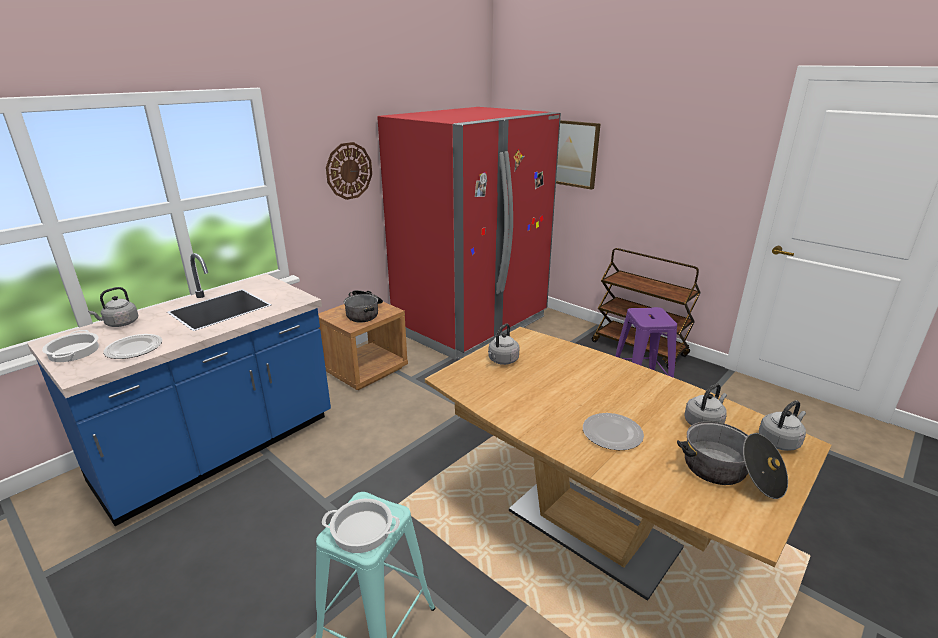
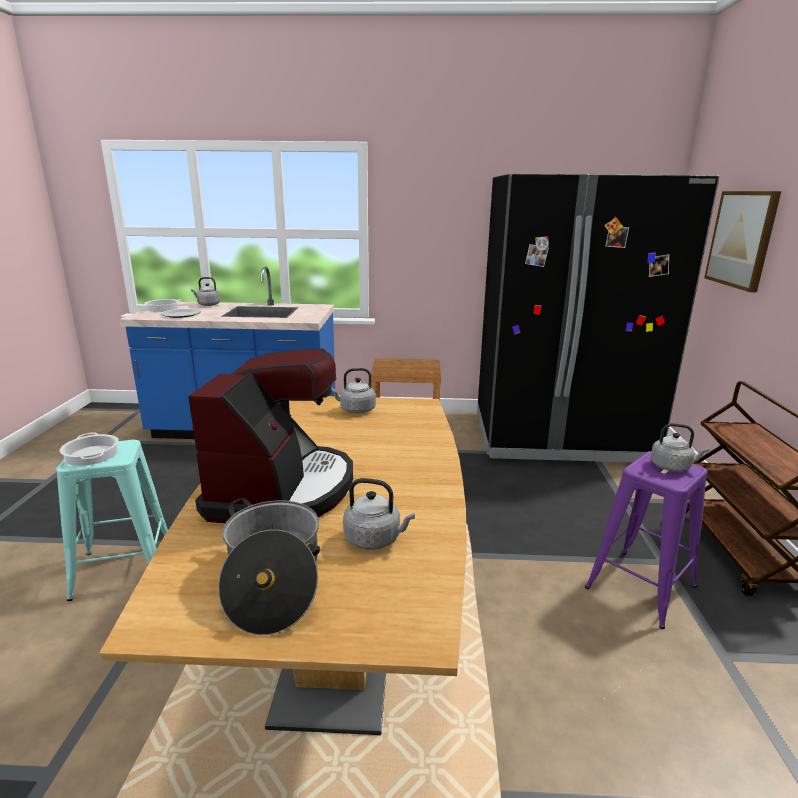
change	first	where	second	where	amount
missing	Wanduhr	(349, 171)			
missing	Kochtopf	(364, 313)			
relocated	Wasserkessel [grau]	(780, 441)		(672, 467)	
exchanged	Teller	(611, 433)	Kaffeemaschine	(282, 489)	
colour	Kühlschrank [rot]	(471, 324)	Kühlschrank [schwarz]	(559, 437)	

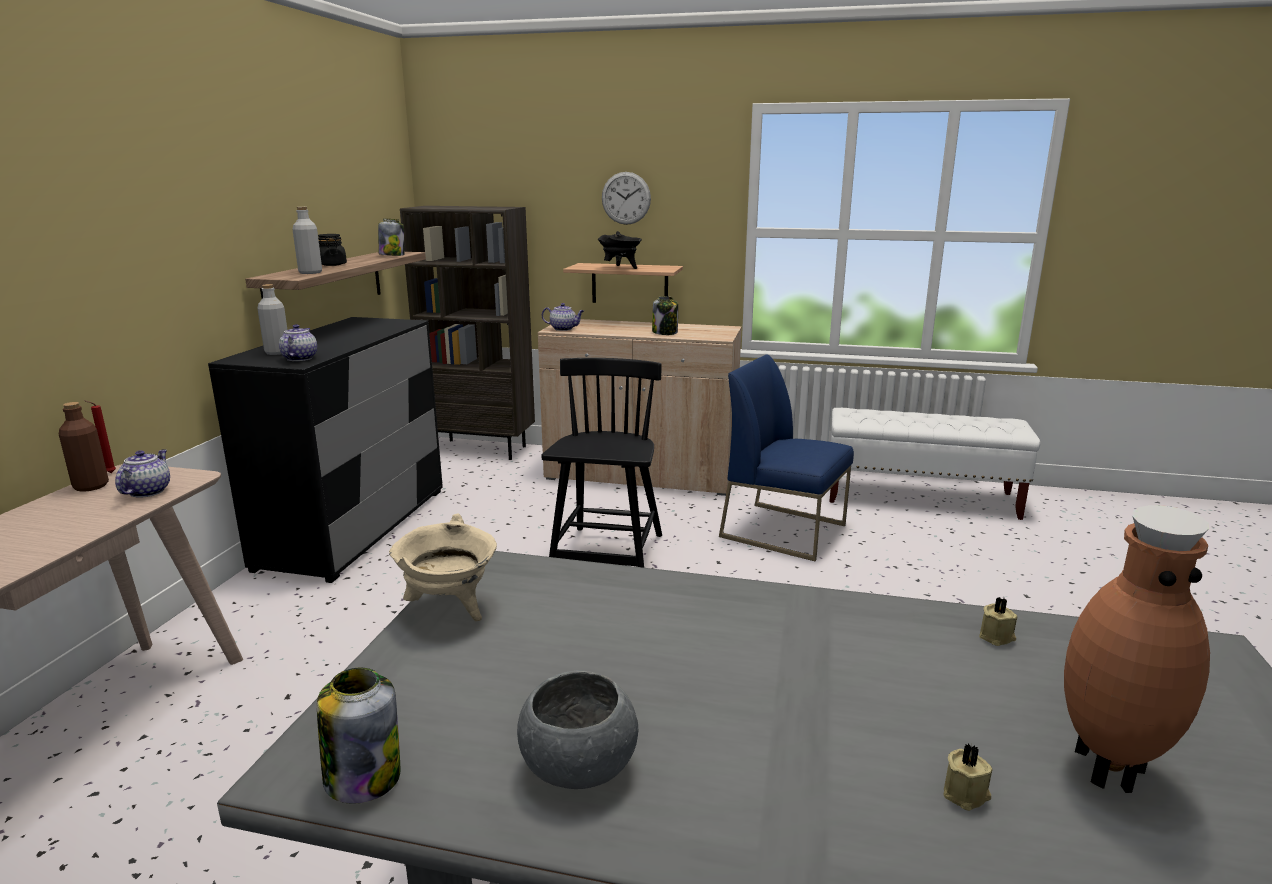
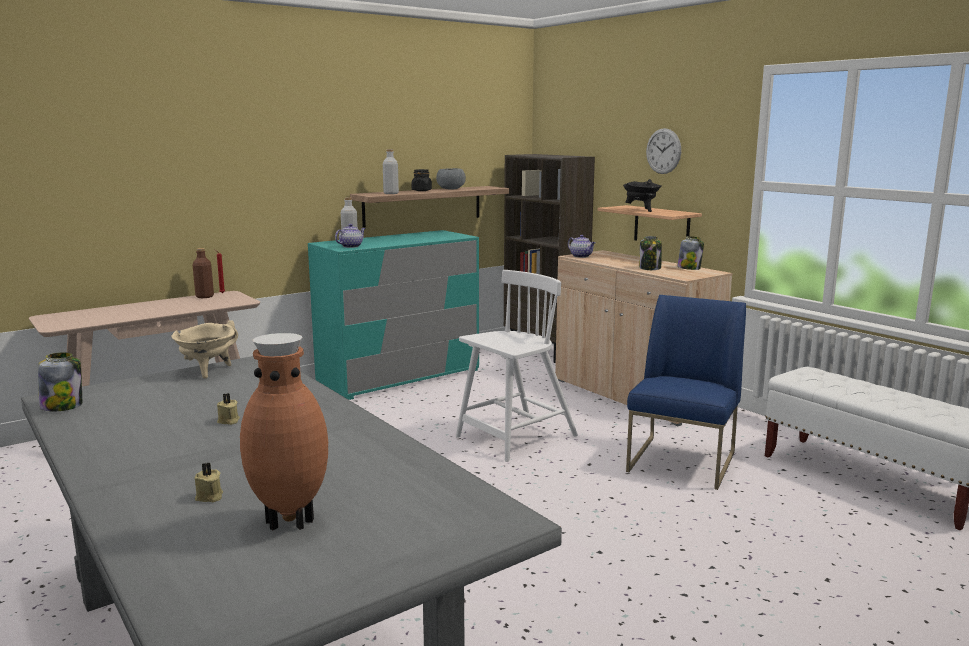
change	first	where	second	where	amount
missing	Teekanne	(148, 491)			
relocated	Vorratsglas	(392, 255)		(689, 268)	
relocated	Schüssel [grau]	(578, 766)		(451, 189)	
relocated	Kerze [beige]	(997, 637)		(228, 421)	
colour	Kommode [schwarz]	(355, 527)	Kommode [türkis]	(399, 377)	
colour	Stuhl [schwarz]	(607, 558)	Stuhl [weiß]	(515, 437)	
spun	Stuhl [blau]	(784, 530)		(682, 462)	45 degrees clockwise

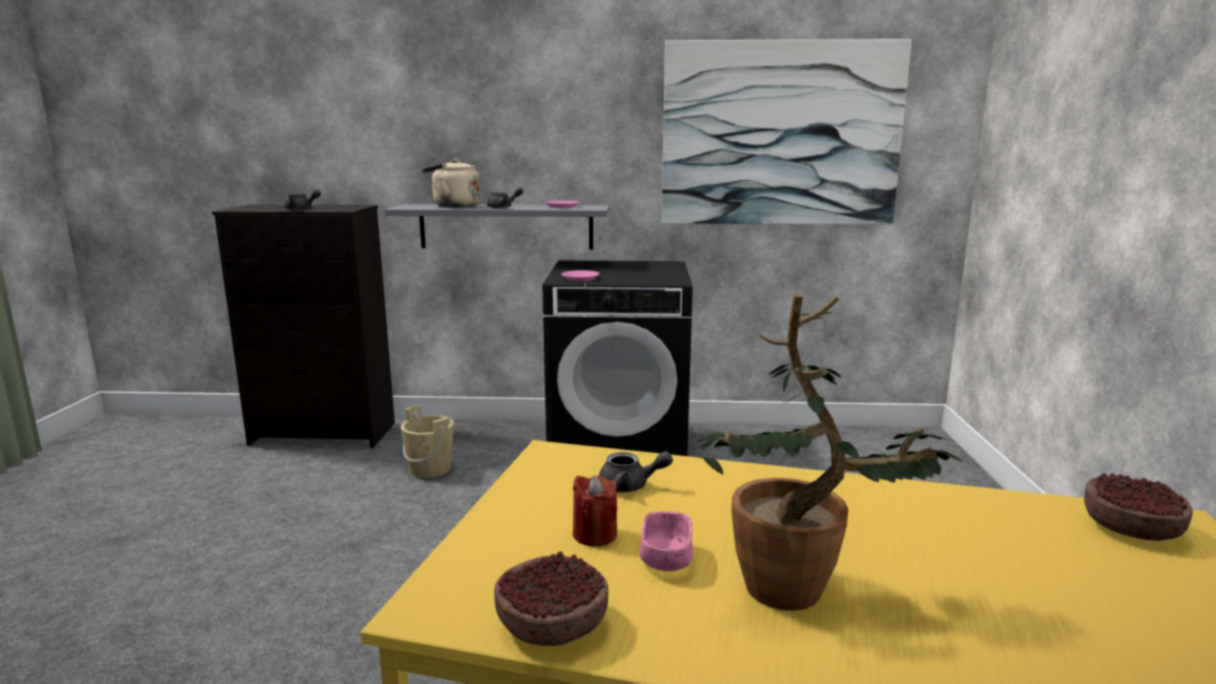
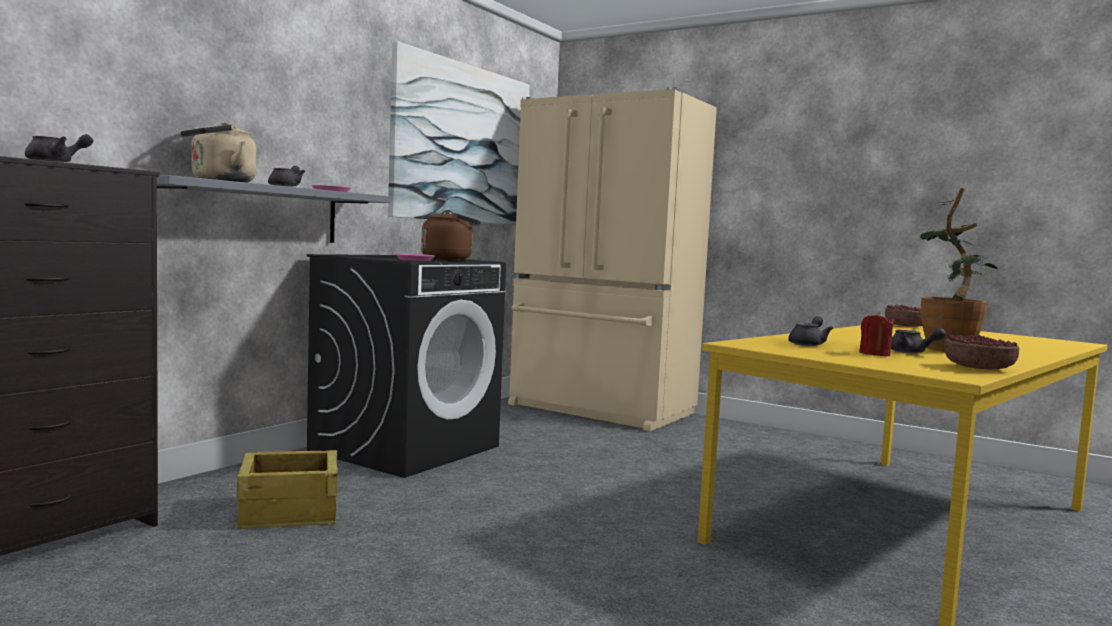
change	first	where	second	where	amount
appeared			Wasserkessel [braun]	(449, 259)	
appeared			Kühlschrank [beige]	(599, 410)	
exchanged	Eimer [beige]	(430, 469)	Kiste	(288, 512)	
exchanged	Schüssel [rosa]	(666, 559)	Teekanne [grau]	(911, 353)	

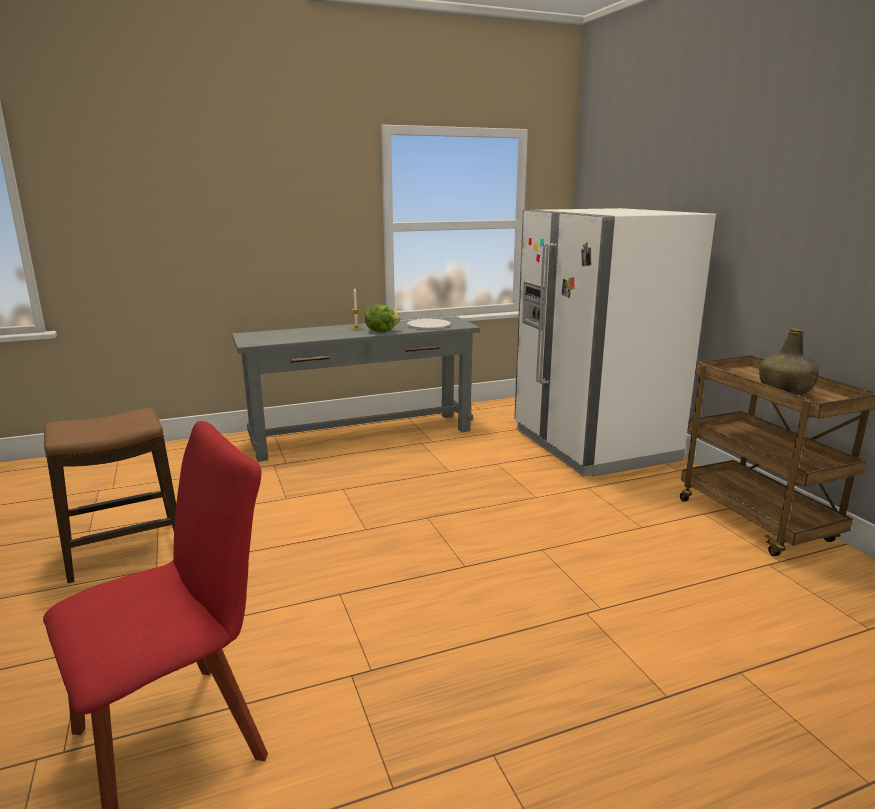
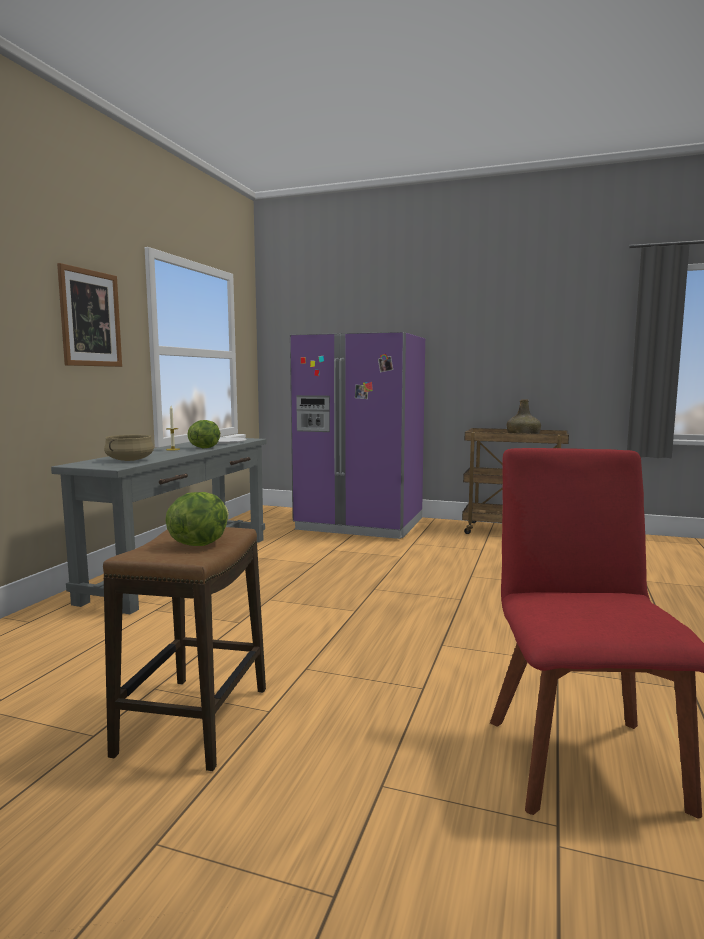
change	first	where	second	where	amount
appeared			Bild	(90, 318)	
appeared			Kochtopf [beige]	(130, 460)	
appeared			Salatkopf	(198, 543)	
colour	Kühlschrank [weiß]	(593, 445)	Kühlschrank [lila]	(360, 525)	

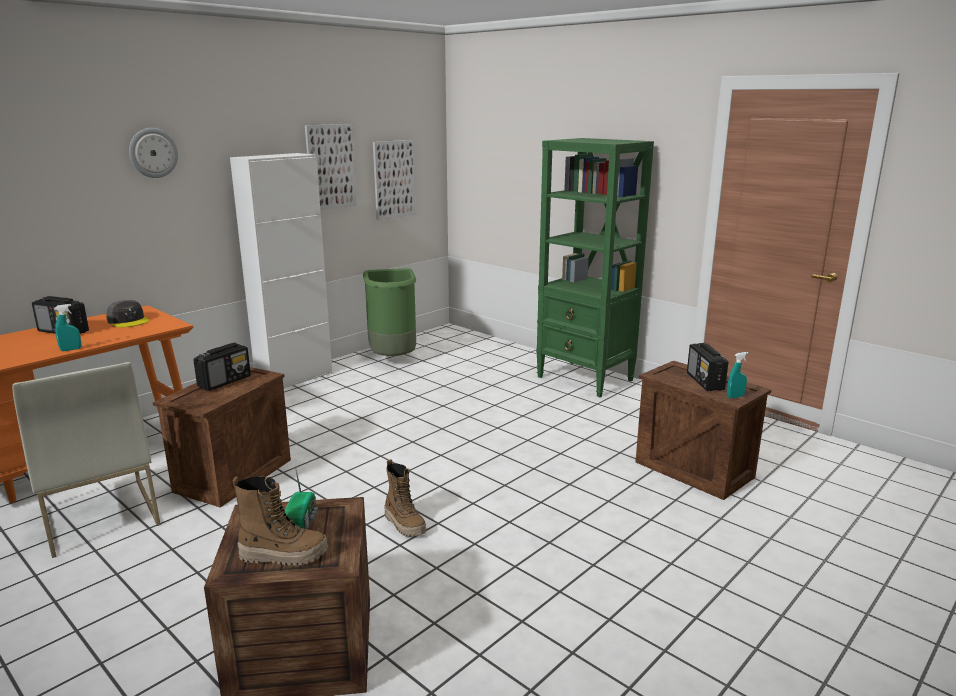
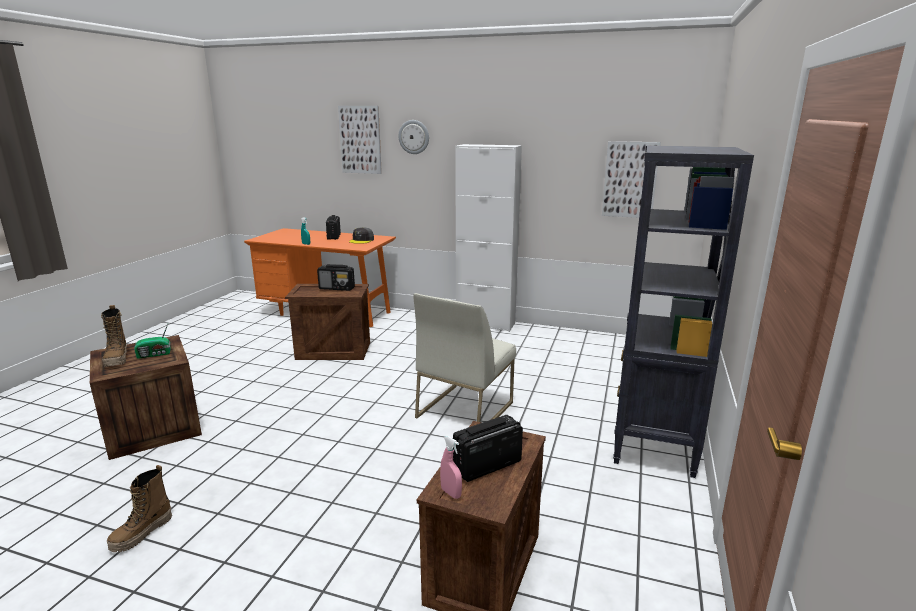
change	first	where	second	where	amount
missing	Mülleimer [grün]	(393, 358)			
relocated	Stuhl [weiß]	(98, 516)		(464, 409)	
relocated	Bild	(330, 166)		(360, 140)	
relocated	Stiefel	(405, 524)		(142, 533)	
colour	Bücherregal [grün]	(585, 379)	Bücherregal [schwarz]	(653, 444)	
colour	Sprühflasche [türkis]	(735, 397)	Sprühflasche [rosa]	(451, 493)	

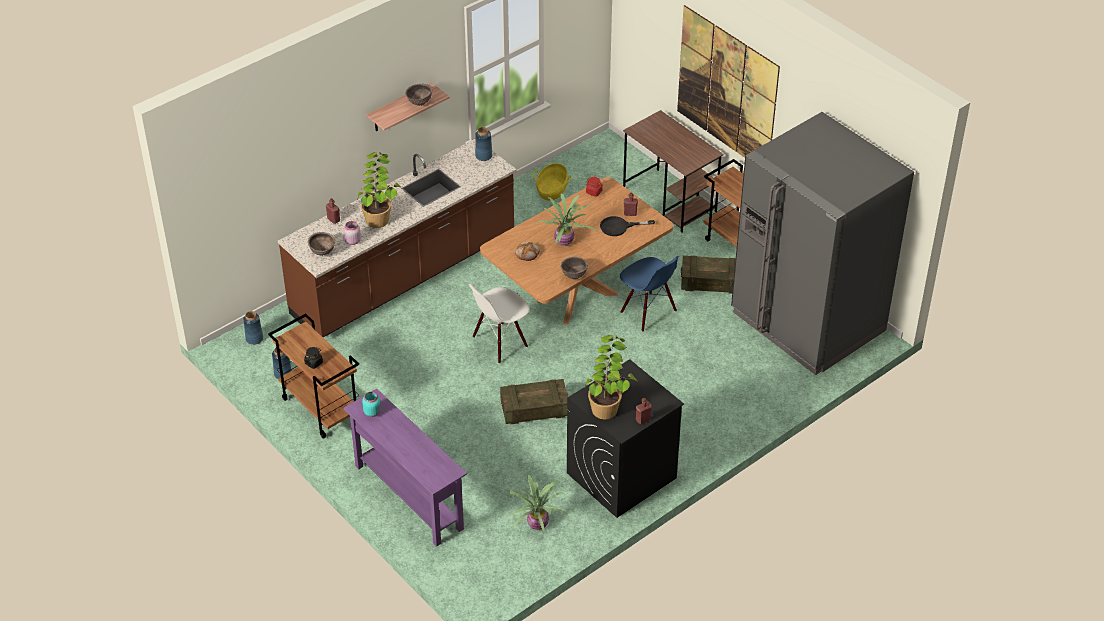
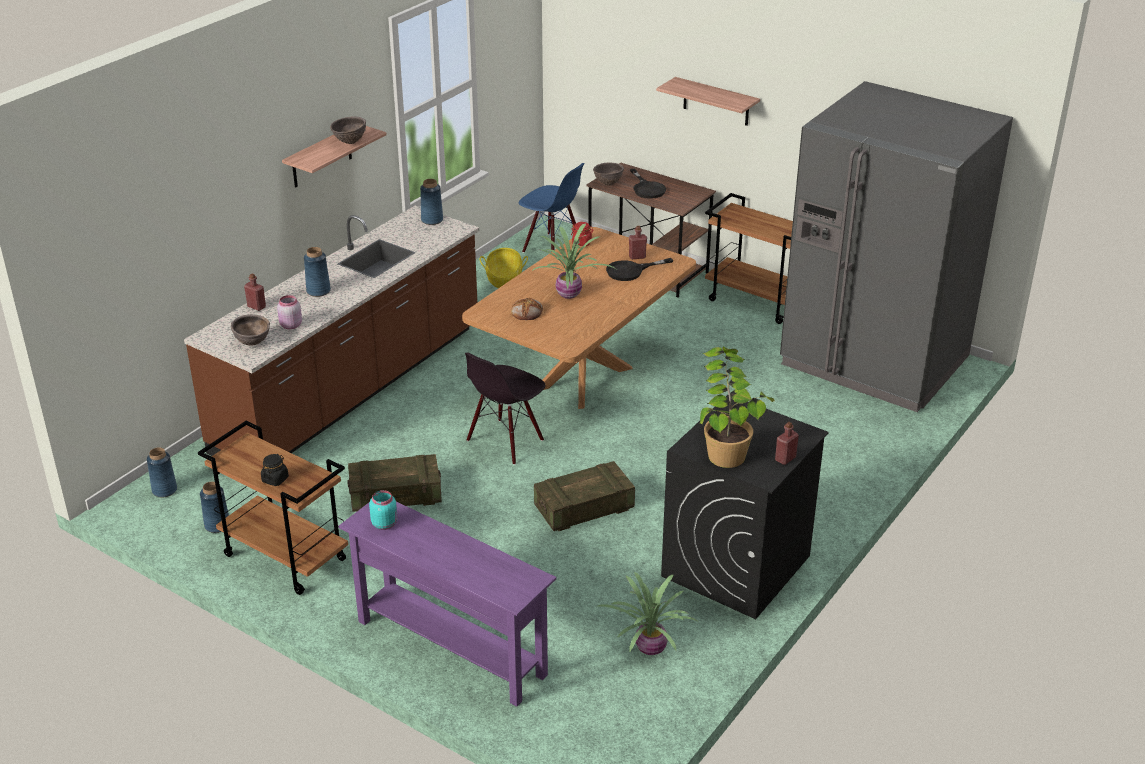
change	first	where	second	where	amount
appeared			Pfanne [schwarz]	(647, 188)	
relocated	Schüssel [braun]	(574, 276)		(608, 184)	
relocated	Stuhl [blau]	(648, 312)		(552, 248)	
relocated	Kiste	(711, 282)		(395, 496)	
exchanged	Topfpflanze	(380, 212)	Vase [blau]	(318, 291)	
exchanged	Bild	(726, 89)	Wandregal	(716, 102)	
colour	Stuhl [weiß]	(500, 342)	Stuhl [schwarz]	(505, 441)	

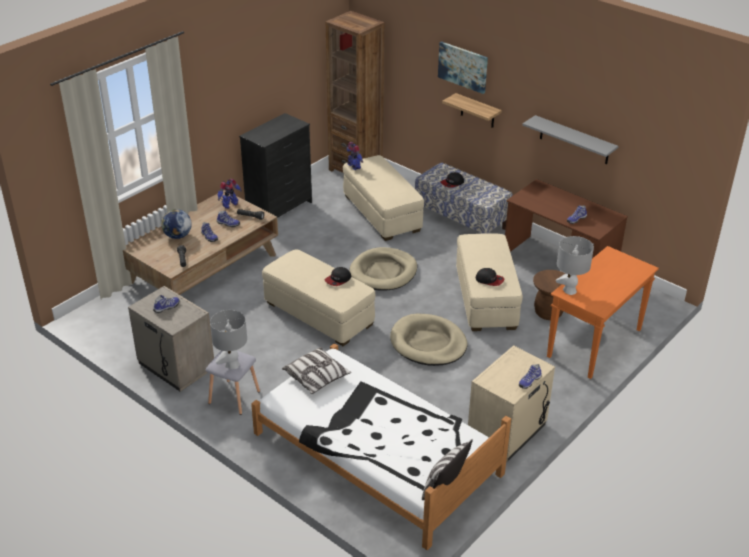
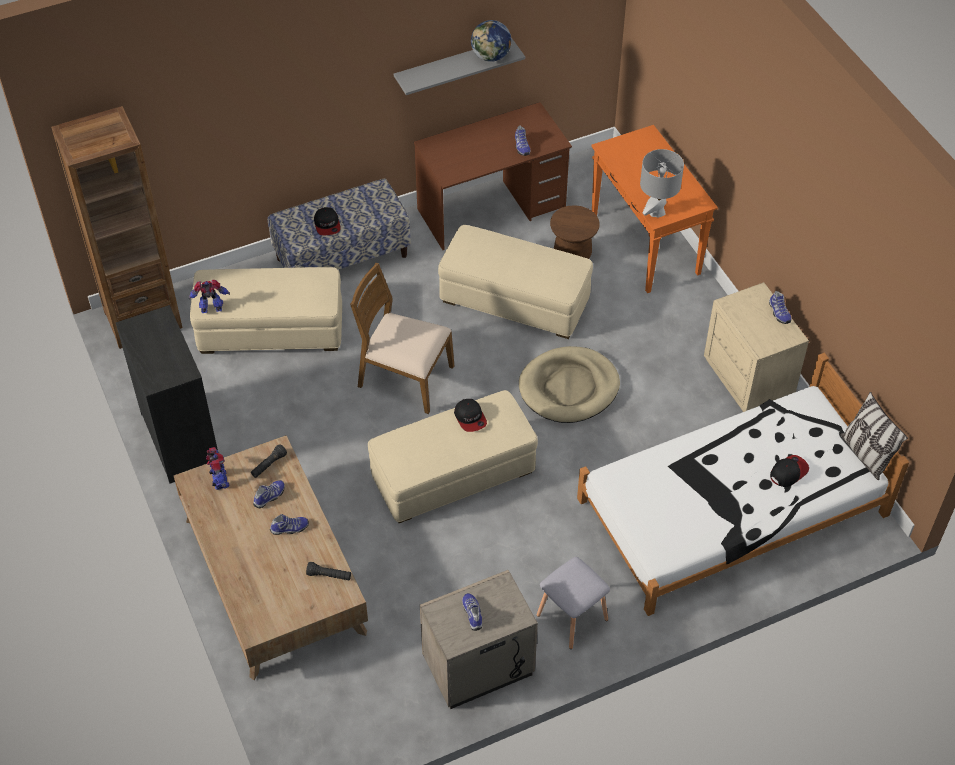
change	first	where	second	where	amount
missing	Tischlampe [grau]	(232, 365)			
missing	Kissen	(317, 377)			
missing	Bild	(463, 67)			
missing	Wandregal	(477, 111)			
relocated	Globus	(177, 236)		(491, 56)	
relocated	Kappe	(489, 280)		(788, 472)	
exchanged	Hundebett [beige]	(383, 272)	Stuhl [braun]	(404, 377)	

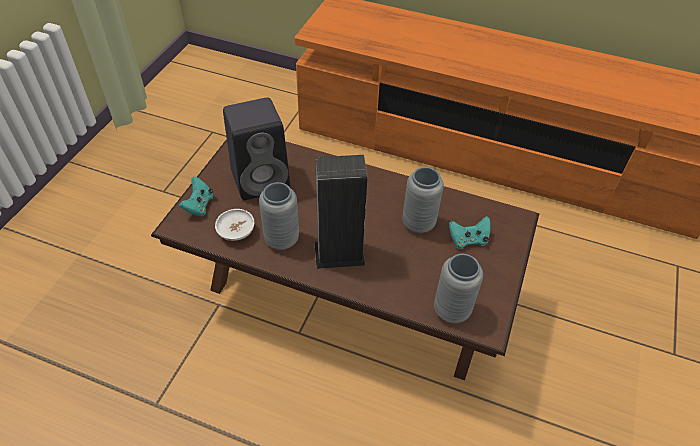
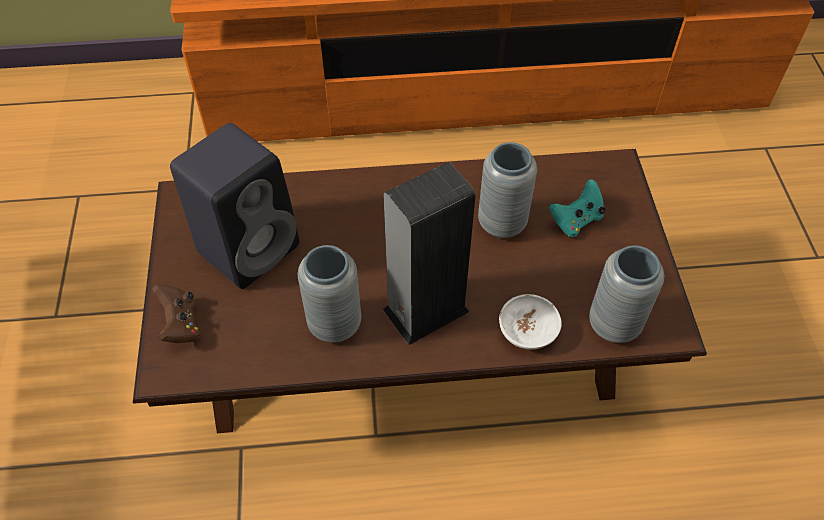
change	first	where	second	where	amount
relocated	Schüssel [weiß]	(236, 232)		(527, 331)	
colour	Gamepad [türkis]	(199, 205)	Gamepad [braun]	(181, 325)	

